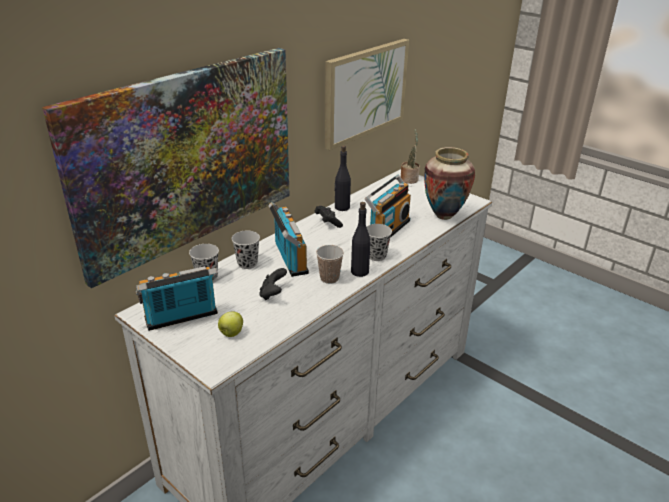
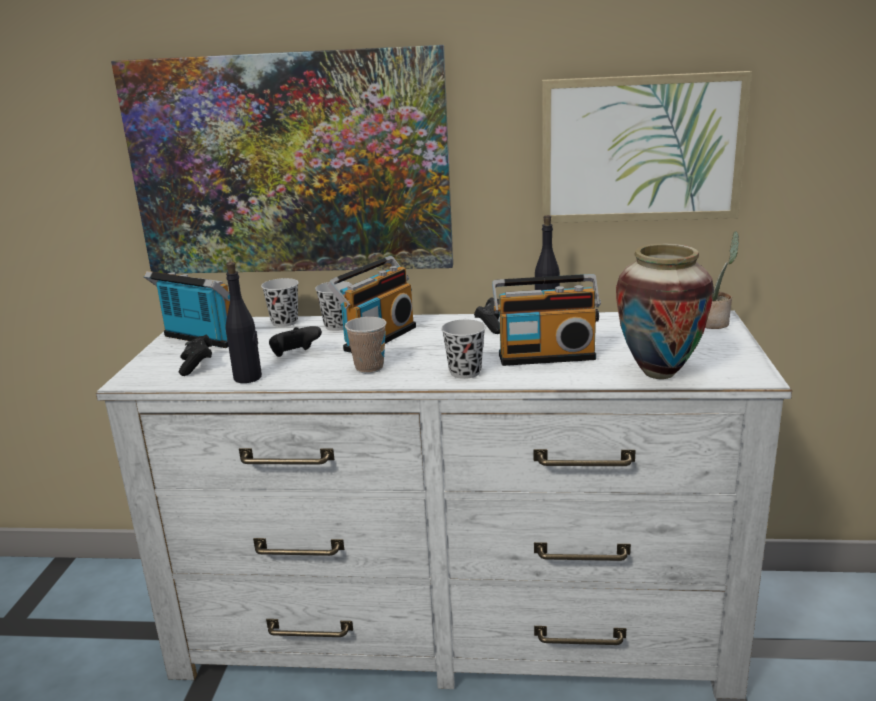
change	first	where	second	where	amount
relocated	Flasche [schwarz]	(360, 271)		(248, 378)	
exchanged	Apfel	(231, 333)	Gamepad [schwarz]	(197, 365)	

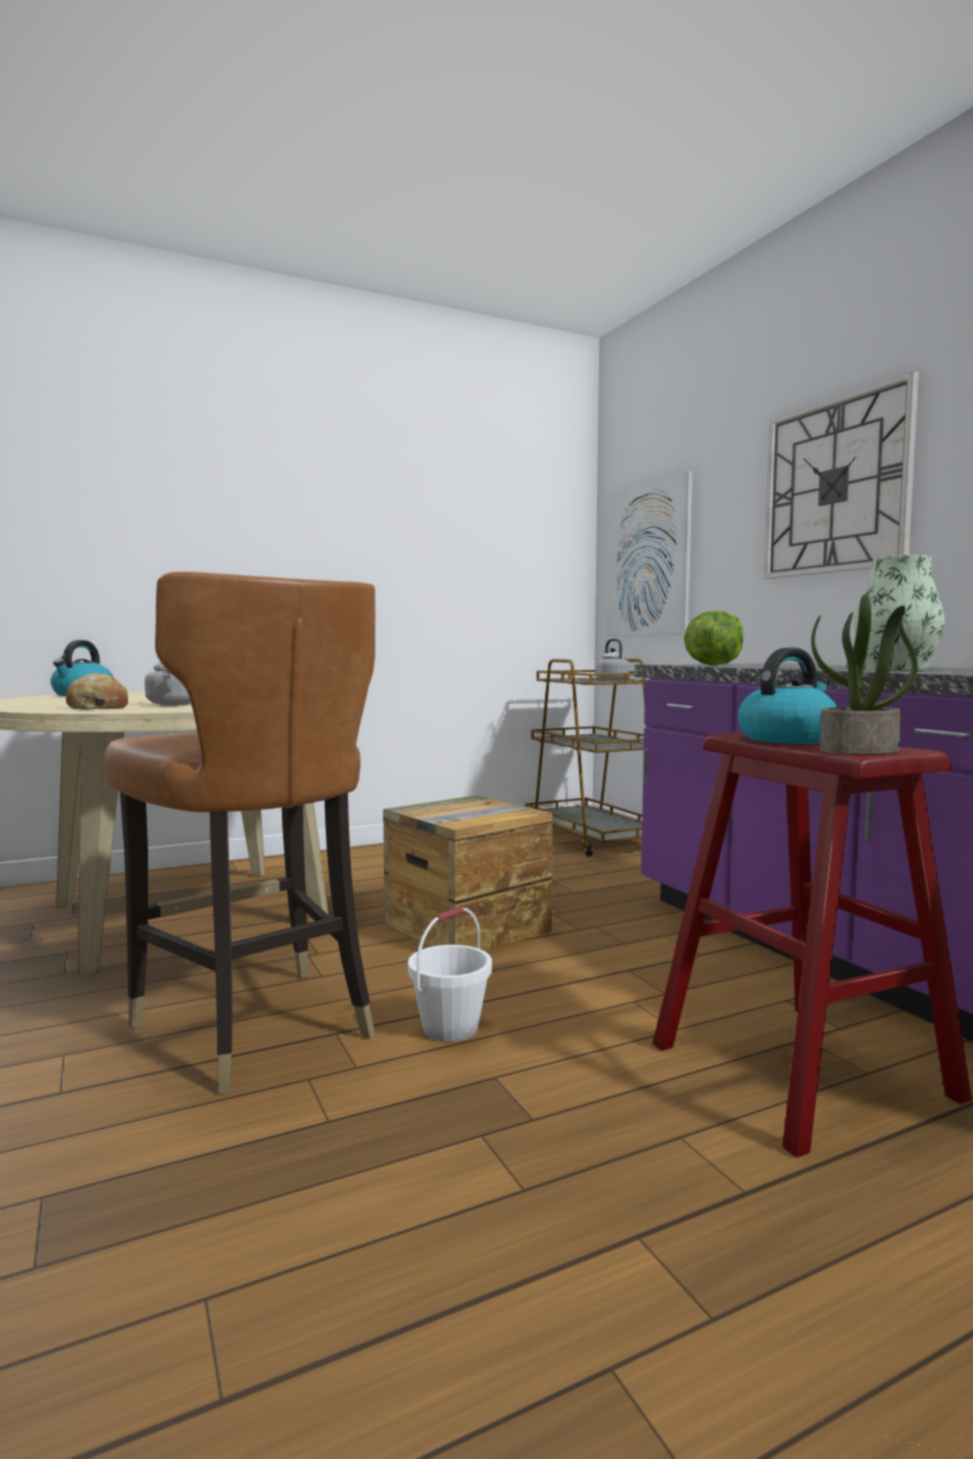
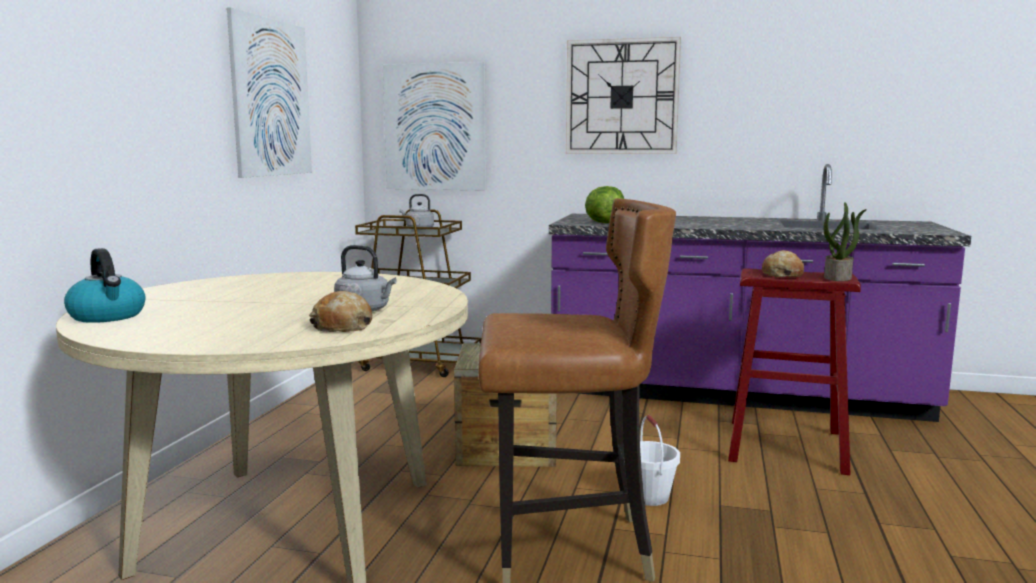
change	first	where	second	where	amount
missing	Vase	(896, 669)			
appeared			Bild	(271, 98)	
exchanged	Wasserkessel	(787, 739)	Brot	(782, 274)	

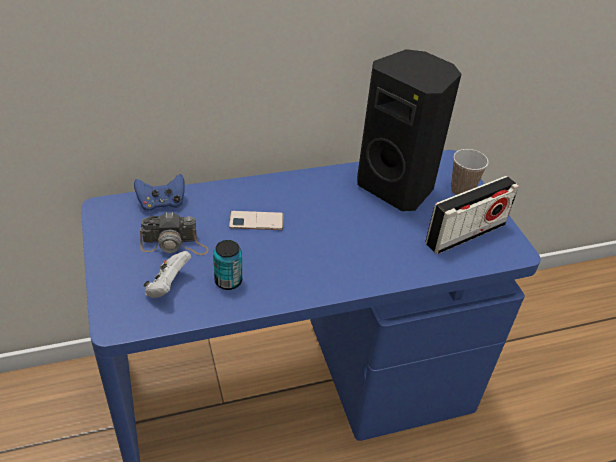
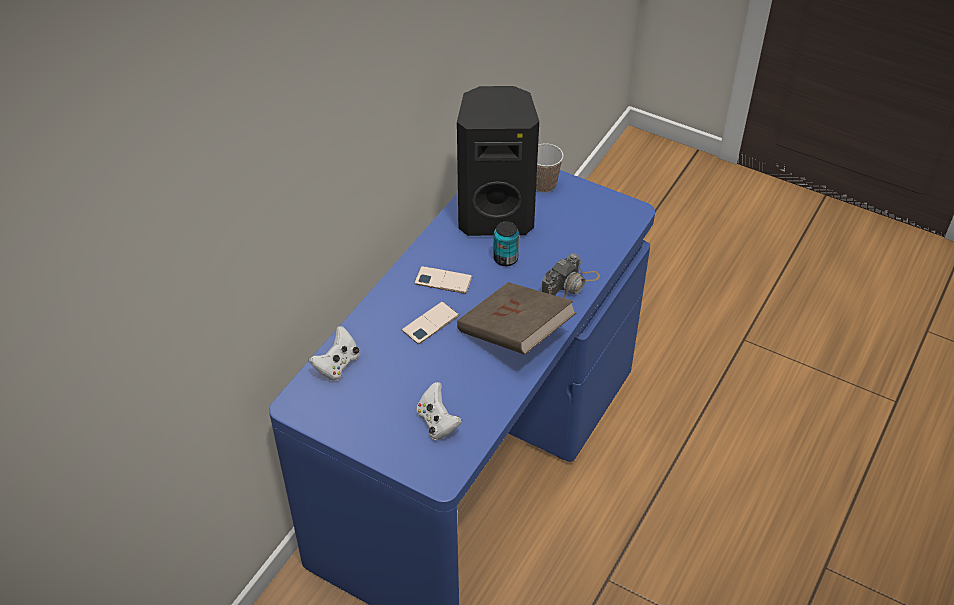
change	first	where	second	where	amount
missing	Radio	(465, 234)			
appeared			Handy	(443, 280)	
appeared			Buch [braun]	(514, 335)	
relocated	Kamera	(174, 244)		(570, 285)	
relocated	Dose	(228, 281)		(505, 259)	
colour	Gamepad [blau]	(162, 203)	Gamepad [weiß]	(337, 365)	

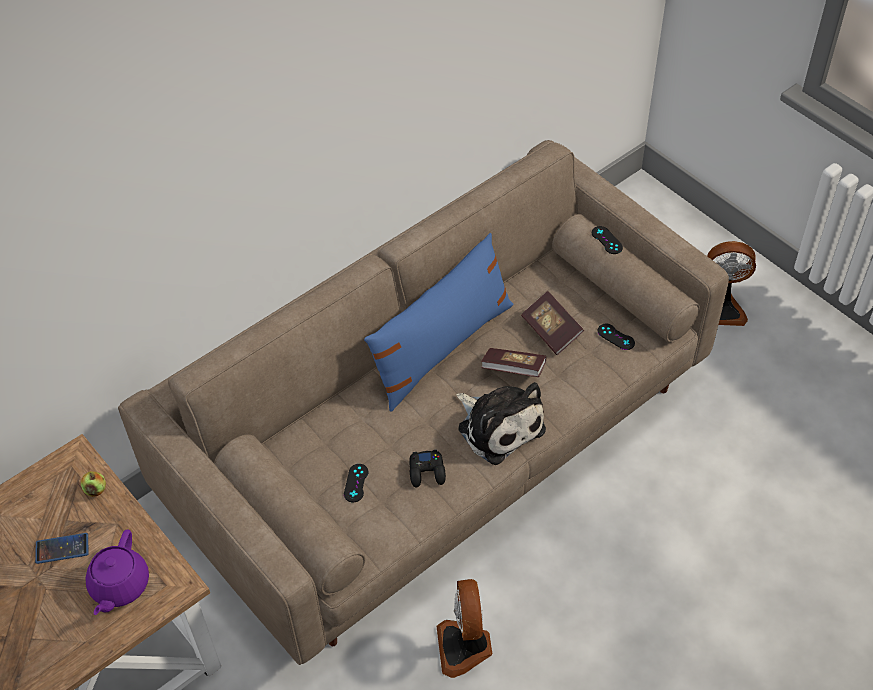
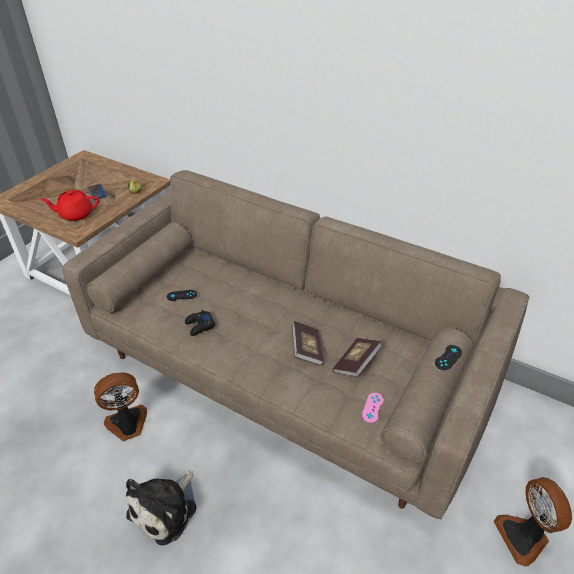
change	first	where	second	where	amount
missing	Kissen [blau]	(442, 348)			
relocated	Plüschtier	(498, 426)		(166, 508)	
colour	Teekanne [lila]	(119, 586)	Teekanne [rot]	(75, 214)	
colour	Gamepad [schwarz]	(616, 337)	Gamepad [rosa]	(372, 407)	

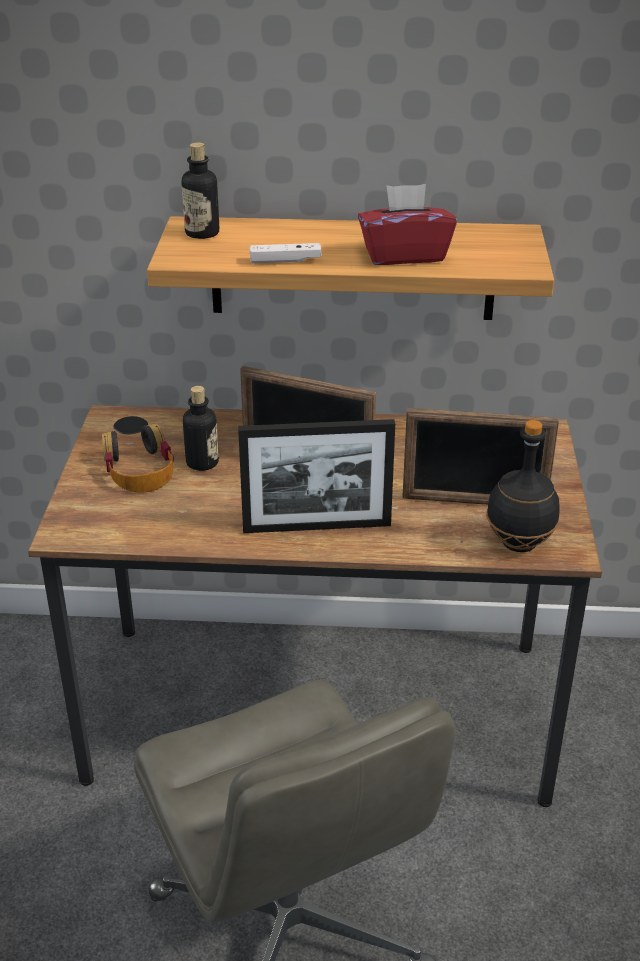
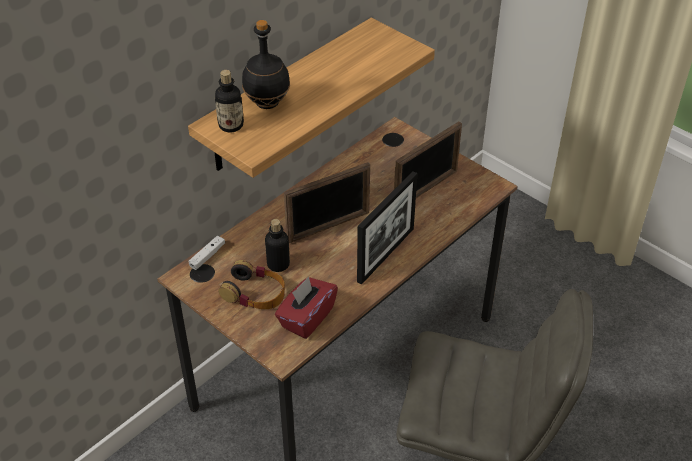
change	first	where	second	where	amount
relocated	Gamepad [weiß]	(285, 261)		(207, 256)	
relocated	Taschentuchbox [rot]	(404, 255)		(306, 318)	
relocated	Flasche [schwarz]	(520, 544)		(268, 103)	

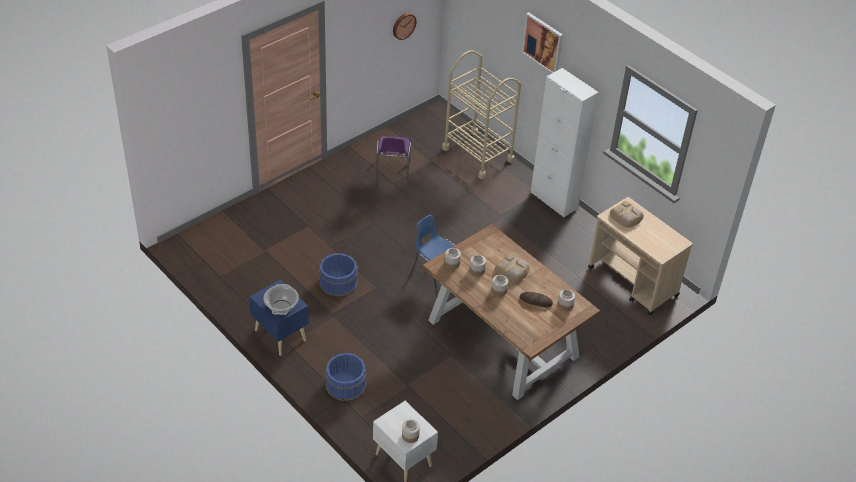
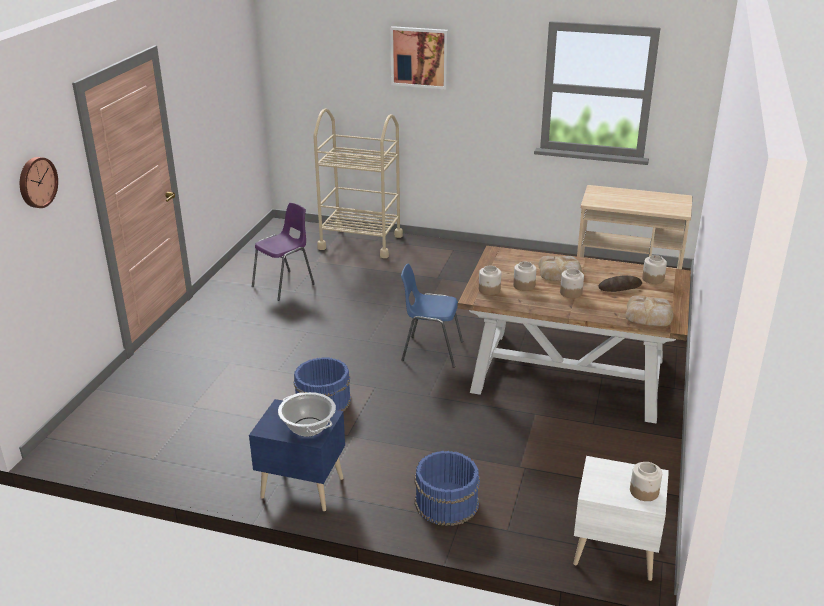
change	first	where	second	where	amount
missing	Schrank [weiß]	(554, 200)			
relocated	Wanduhr	(403, 25)		(36, 182)	
relocated	Brot	(626, 217)		(649, 315)	
spun	Stuhl [lila]	(392, 174)		(285, 285)	105 degrees counterclockwise

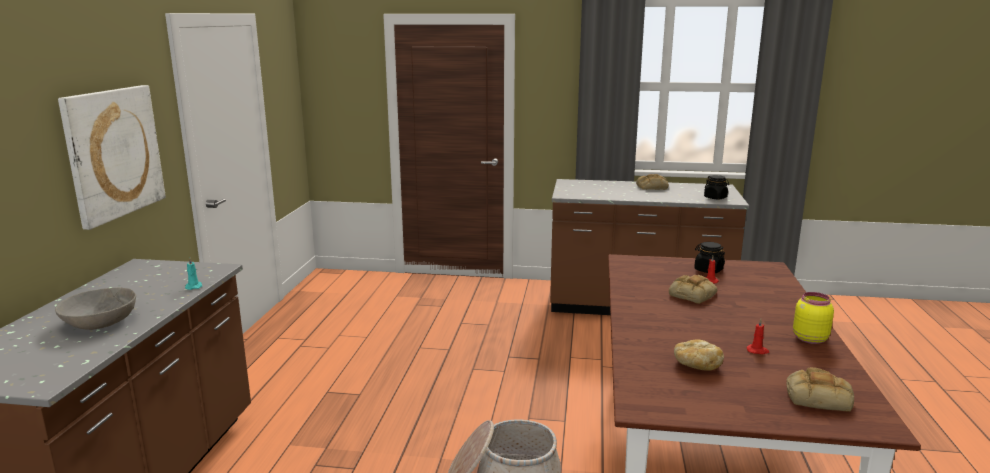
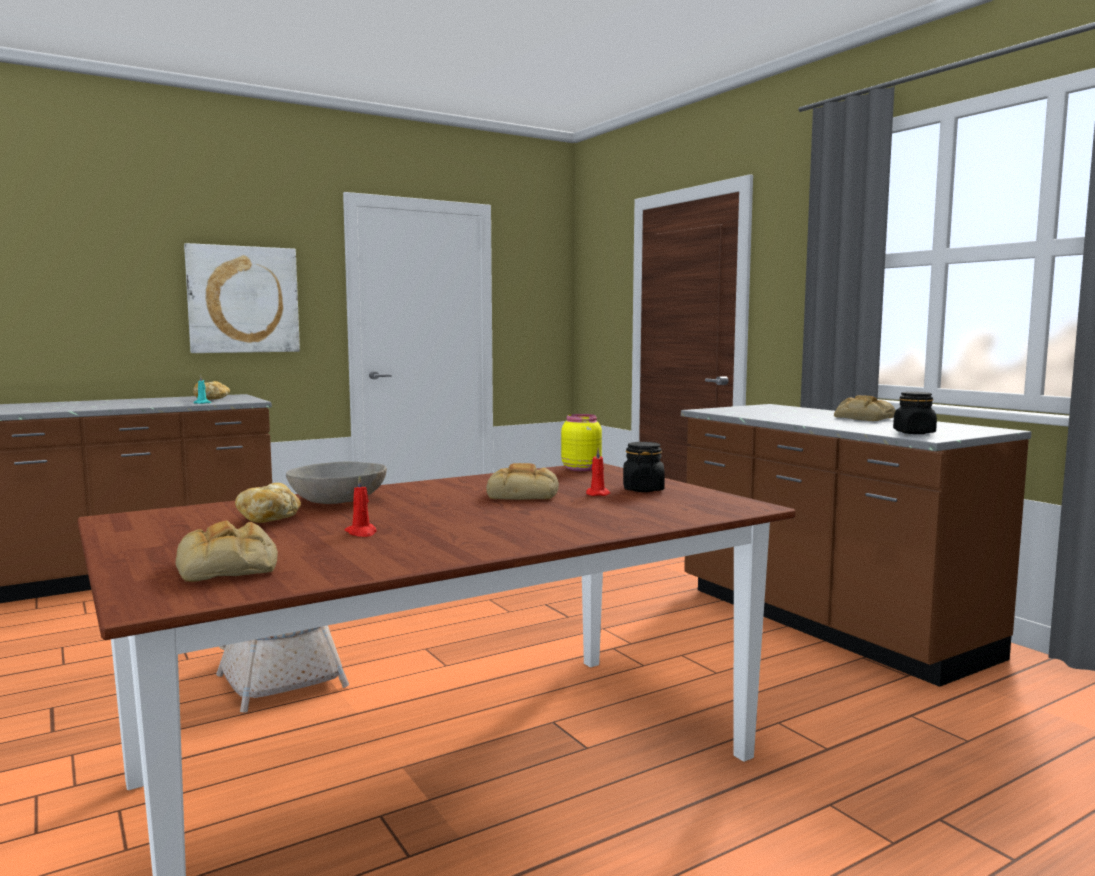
change	first	where	second	where	amount
appeared			Brot	(211, 399)	
relocated	Schüssel [grau]	(100, 322)		(338, 500)	
relocated	Vorratsglas [gelb]	(808, 338)		(581, 468)	

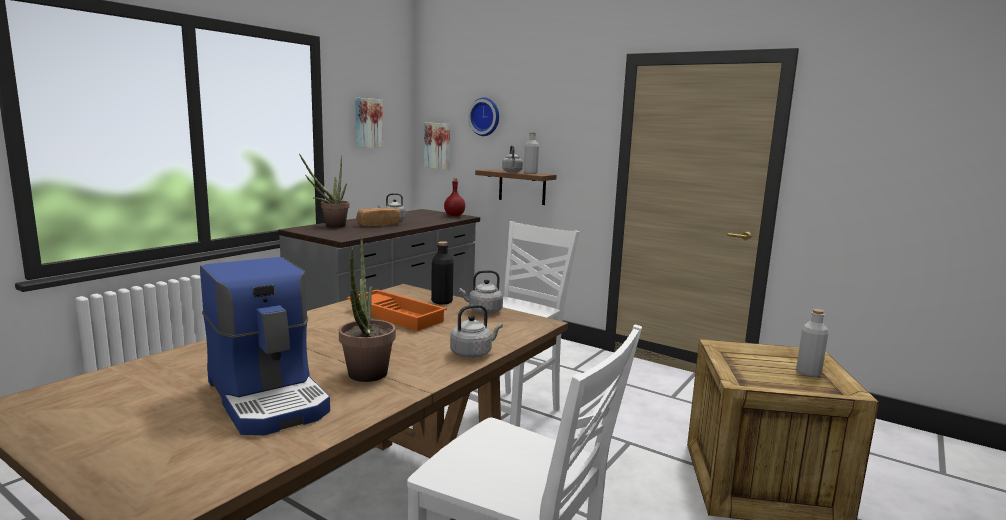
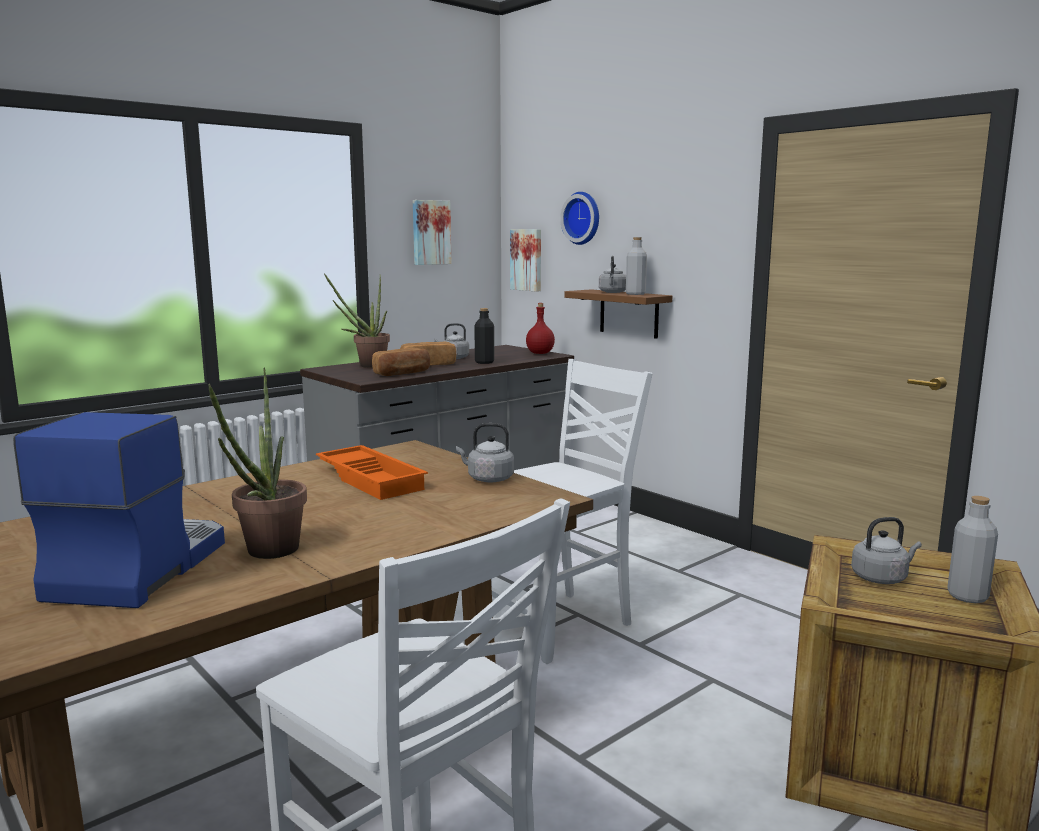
change	first	where	second	where	amount
appeared			Brot	(402, 373)	
relocated	Flasche [schwarz]	(442, 301)		(484, 362)	
relocated	Wasserkessel [grau]	(473, 353)		(881, 578)	
spun	Kaffeemaschine	(270, 397)		(138, 568)	150 degrees counterclockwise

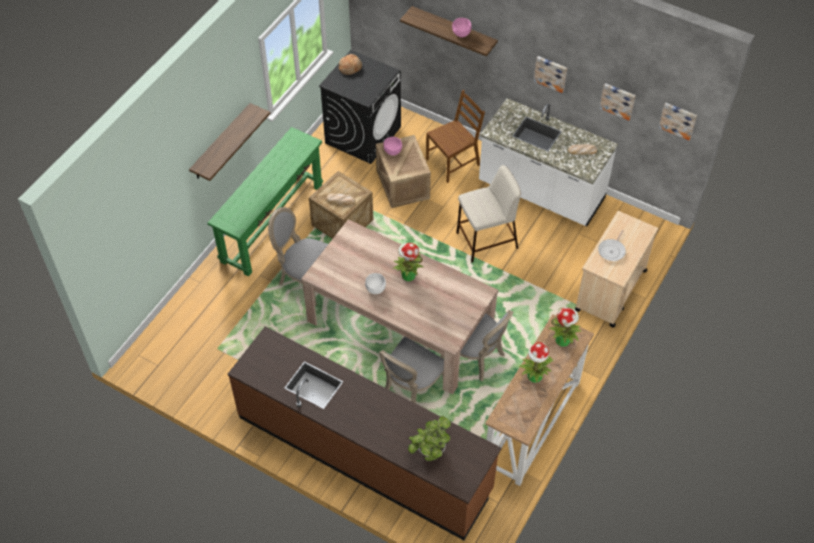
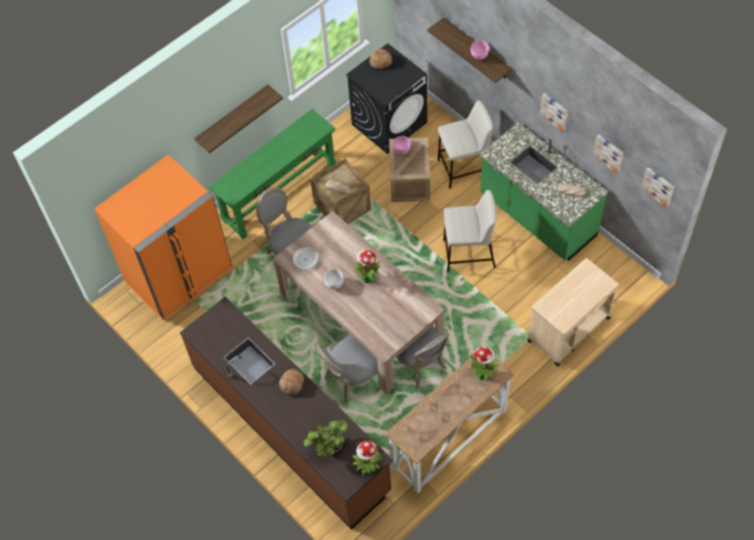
change	first	where	second	where	amount
appeared			Kühlschrank [orange]	(179, 276)	
appeared			Brot	(292, 384)	
relocated	Topfpflanze	(534, 376)		(368, 467)	
relocated	Pfanne	(612, 250)		(307, 258)	
exchanged	Stuhl [braun]	(453, 162)	Hocker [beige]	(464, 168)	
colour	Küchenzeile [weiß]	(541, 192)	Küchenzeile [grün]	(537, 216)	

